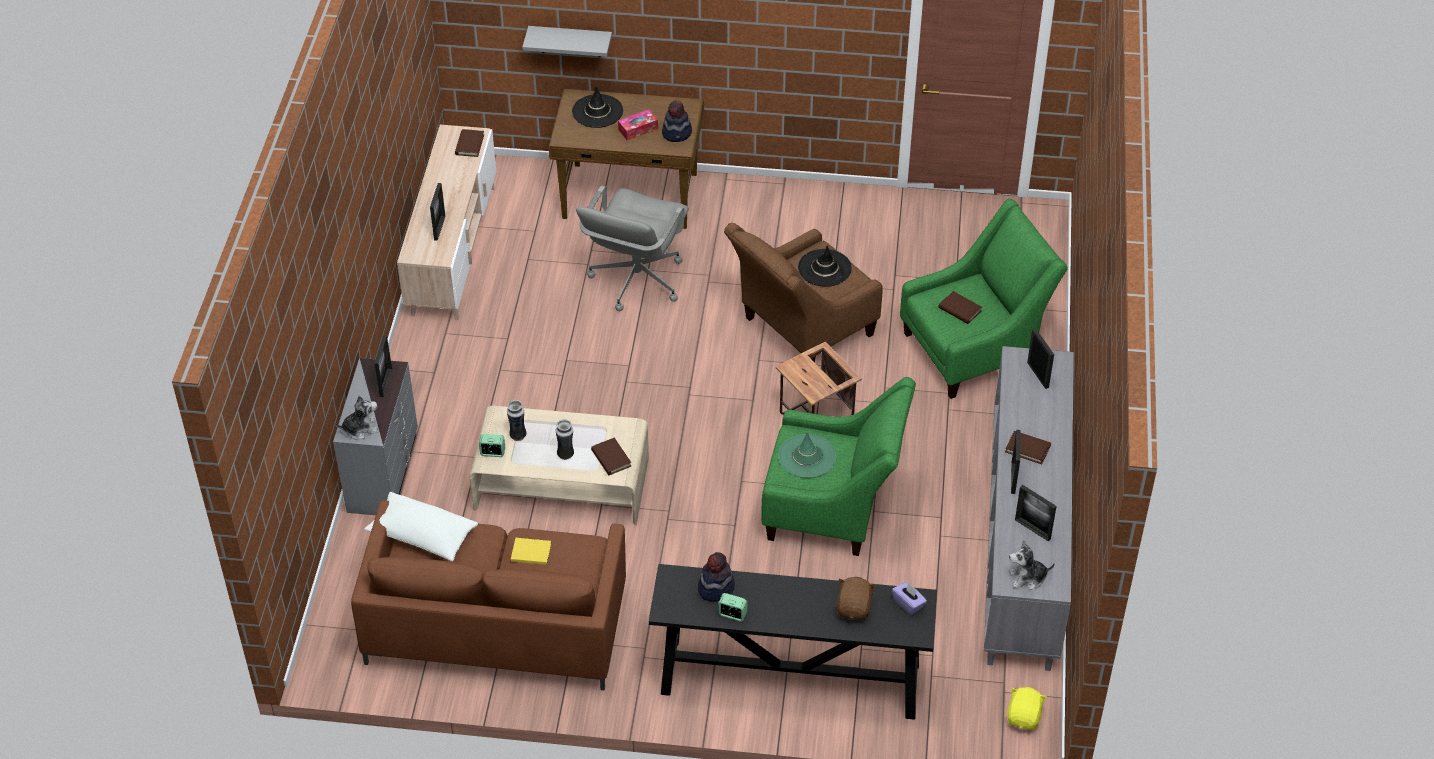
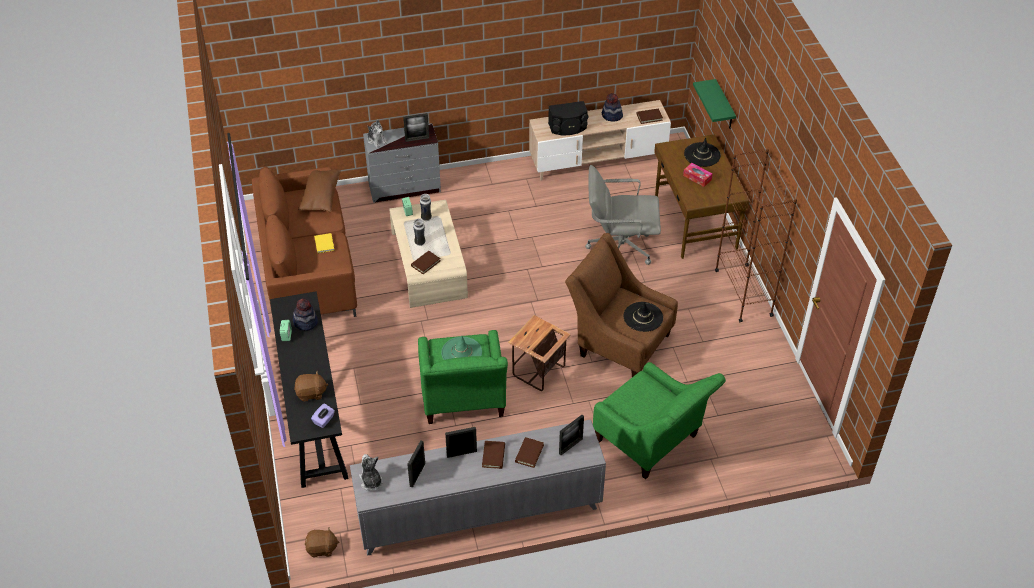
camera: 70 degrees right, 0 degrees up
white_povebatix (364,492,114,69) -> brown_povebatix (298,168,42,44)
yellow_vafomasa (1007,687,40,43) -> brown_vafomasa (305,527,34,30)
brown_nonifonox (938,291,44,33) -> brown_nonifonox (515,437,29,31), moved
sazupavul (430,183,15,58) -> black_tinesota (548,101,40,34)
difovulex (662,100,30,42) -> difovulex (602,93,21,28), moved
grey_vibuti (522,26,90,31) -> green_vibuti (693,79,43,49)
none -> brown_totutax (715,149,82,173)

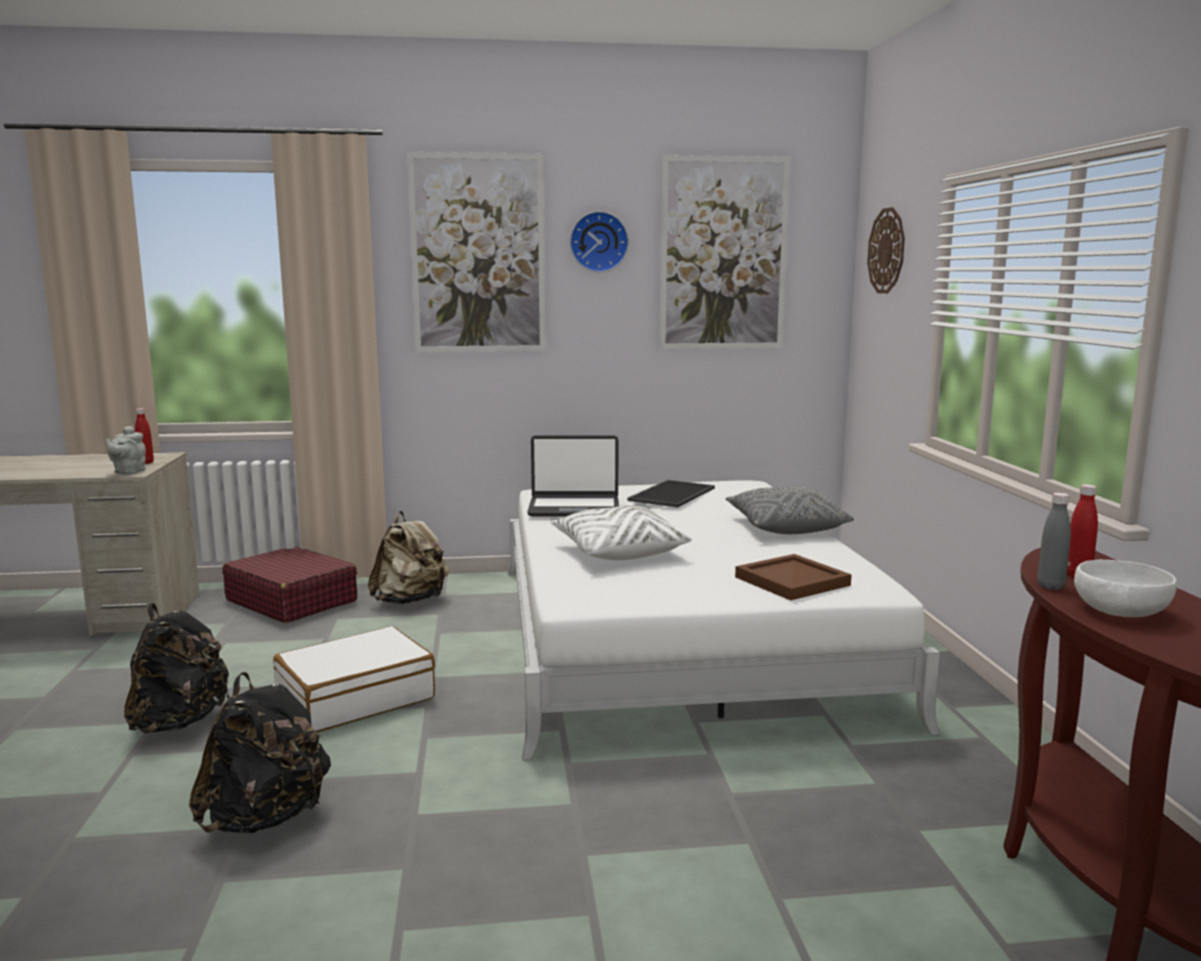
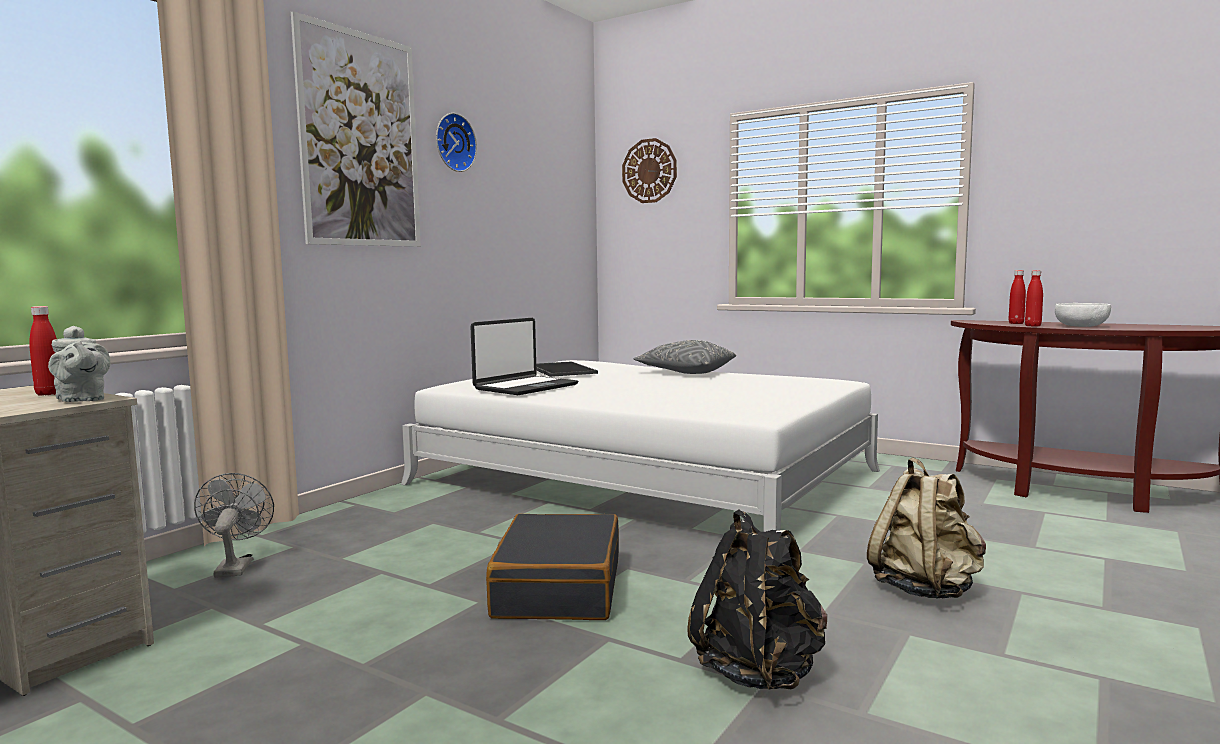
camera: 50 degrees left, 5 degrees down
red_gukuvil (222,546,135,77) -> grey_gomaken (194,473,80,105)
white_gukuvil (273,626,162,107) -> black_gukuvil (486,514,133,106)
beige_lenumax (368,511,82,93) -> beige_lenumax (867,457,119,142), moved
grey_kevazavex (1037,493,34,97) -> red_kevazavex (1025,270,18,57)
black_lenumax (124,603,106,130) -> none
white_povebatix (551,505,141,55) -> none
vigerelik (659,155,132,194) -> none
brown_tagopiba (735,554,117,47) -> none

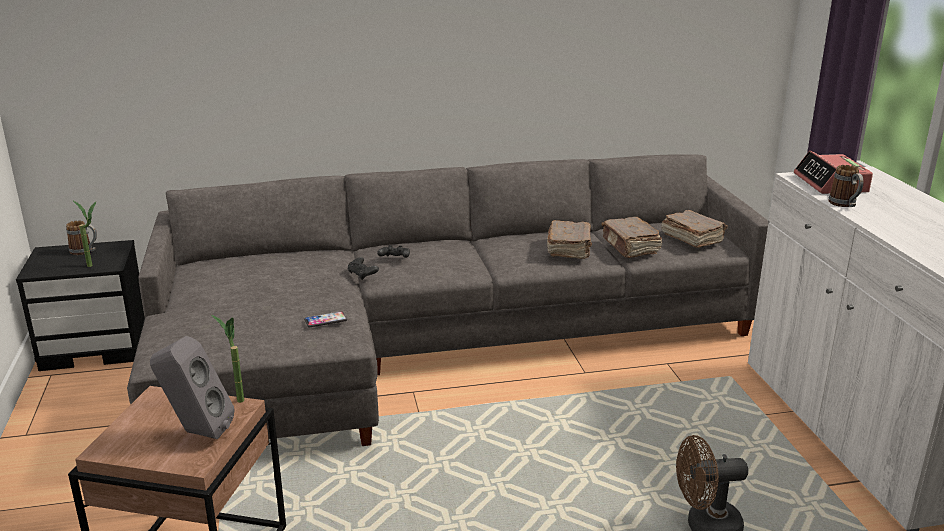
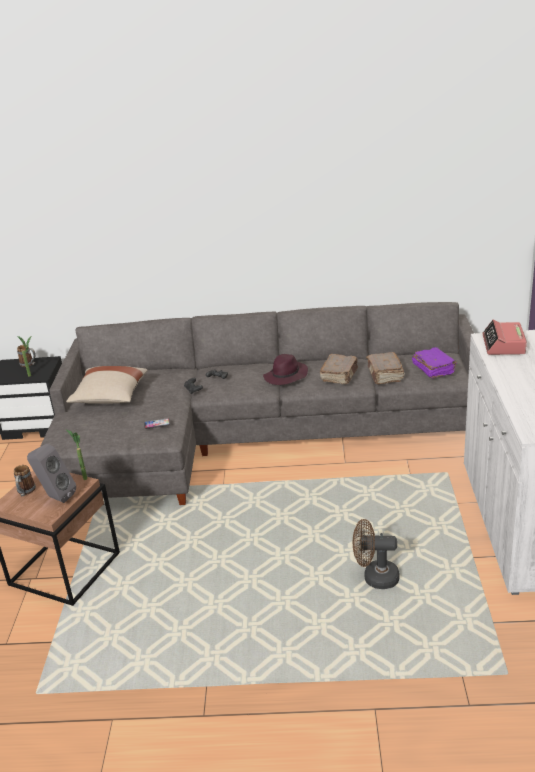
camera: 15 degrees right, 5 degrees up
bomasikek (828,165,36,42) -> bomasikek (14,465,22,31), moved
none -> beige_povebatix (66,366,82,38)
none -> purple_difovulex (263,354,45,31)
brown_nonifonox (661,210,67,38) -> purple_nonifonox (412,347,45,31)

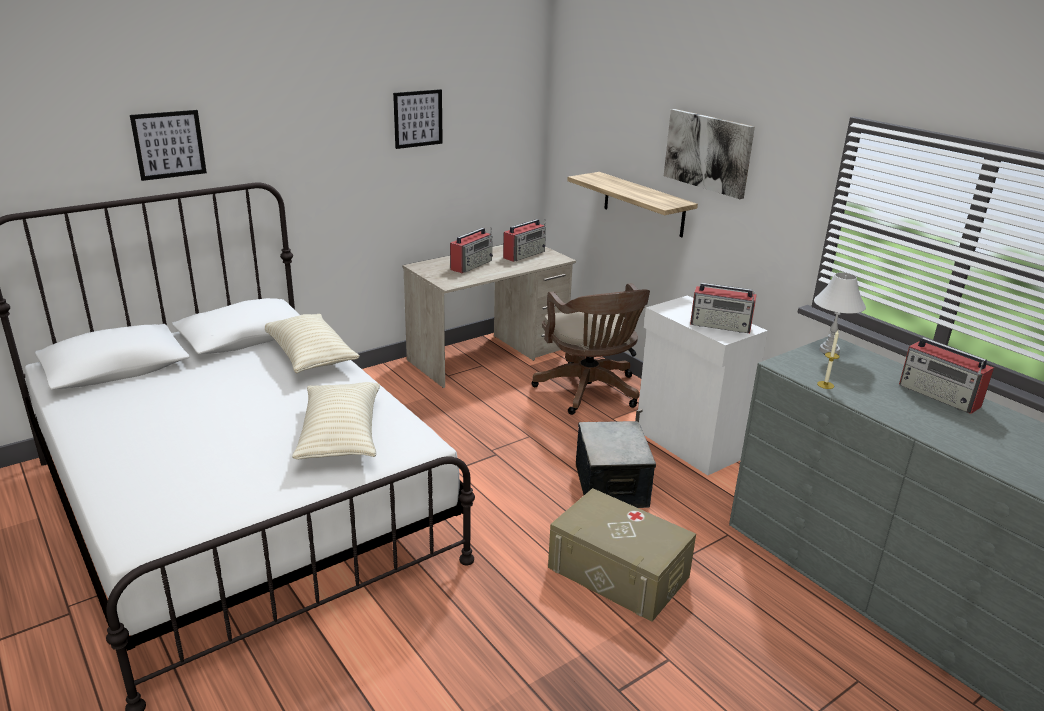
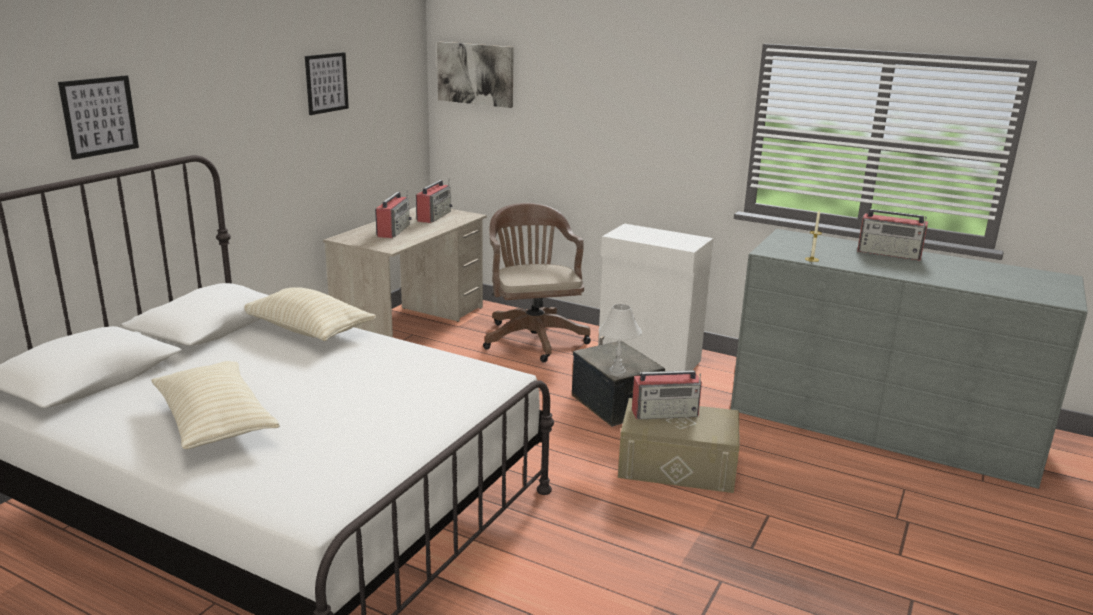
camera: 25 degrees left, 5 degrees down
beige_povebatix (292,382,88,77) -> beige_povebatix (151,361,129,88), moved
vigerelik (664,109,91,90) -> vigerelik (437,42,77,66), moved
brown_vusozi (531,283,119,132) -> brown_vusozi (483,203,108,159), 150 degrees counterclockwise
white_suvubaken (814,272,52,82) -> white_suvubaken (599,304,43,73), moved
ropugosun (690,283,67,50) -> ropugosun (632,370,70,49), moved
vibuti (567,172,131,65) -> none

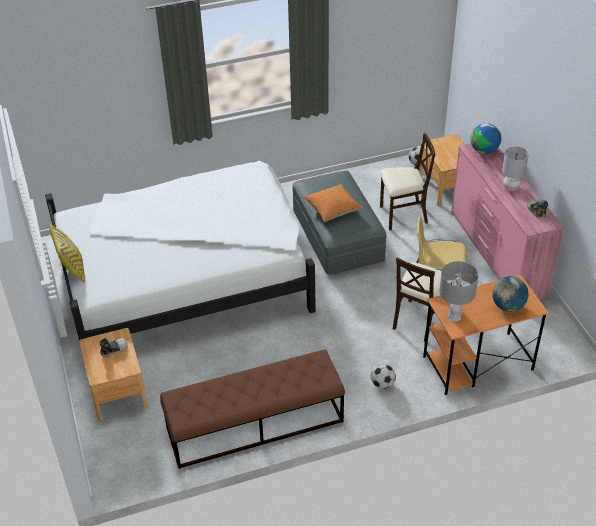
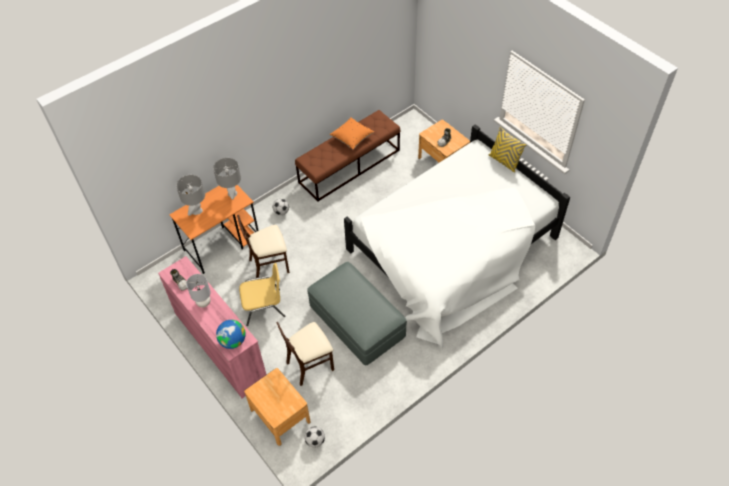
camera: 160 degrees right, 10 degrees up
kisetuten (492,276,36,36) -> grey_suvubaken (176,175,29,41)
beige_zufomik (393,258,60,84) -> beige_zufomik (237,215,53,63), 120 degrees counterclockwise
orange_povebatix (304,184,58,38) -> orange_povebatix (330,117,44,32), moved

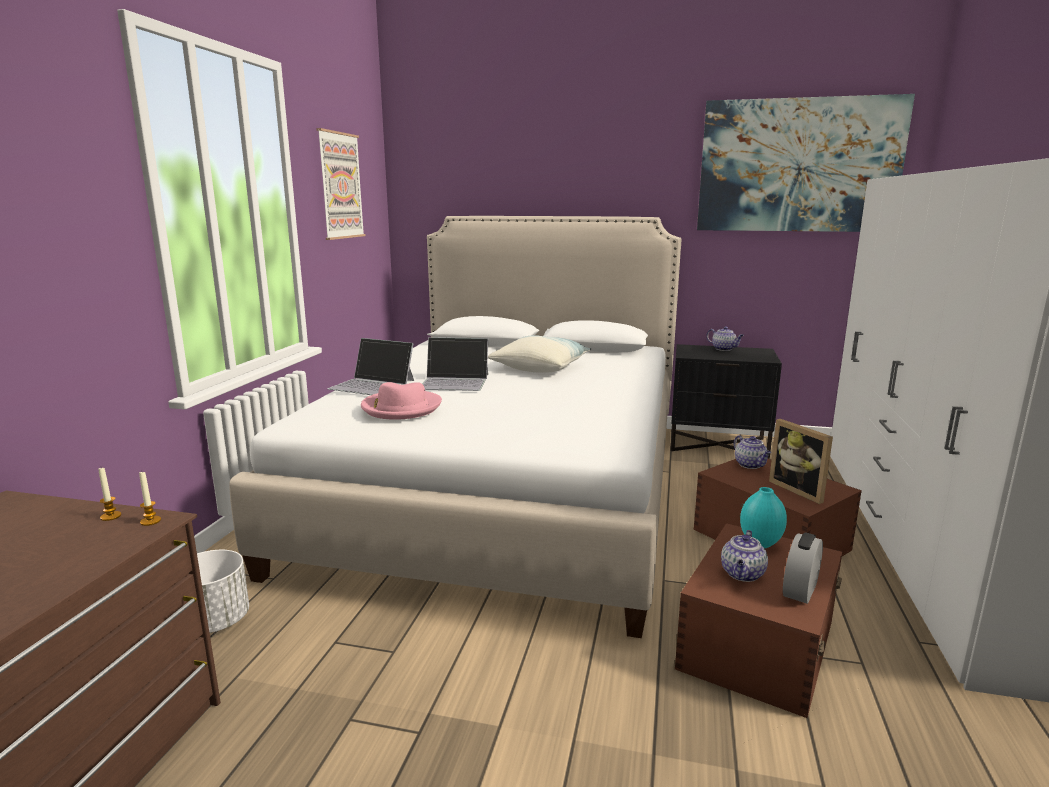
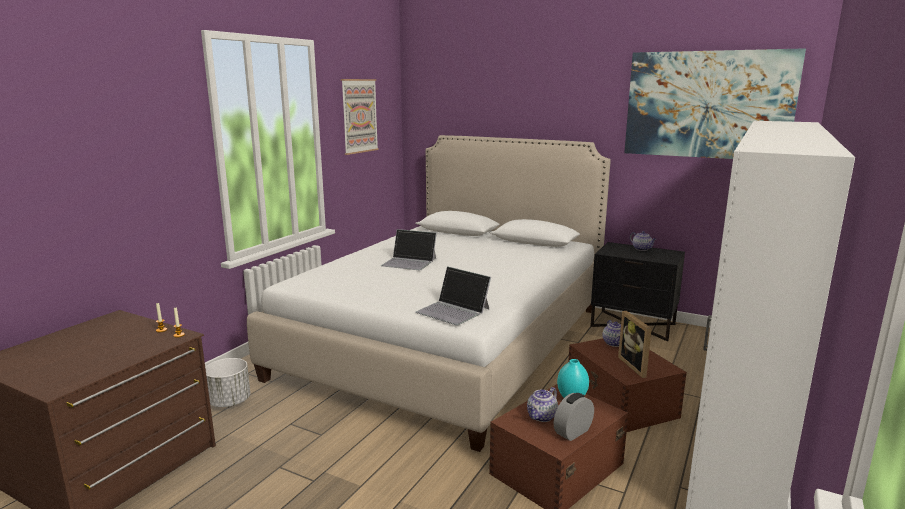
camera: 15 degrees right, 0 degrees up
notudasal (328,338,86,57) -> notudasal (415,266,76,59), moved
pink_difovulex (361,382,81,38) -> none
povebatix (488,335,103,38) -> none

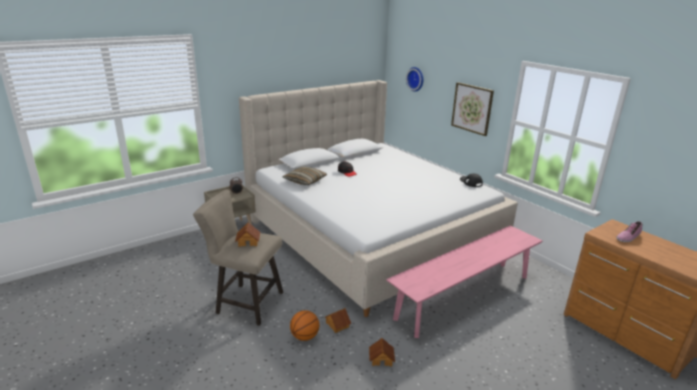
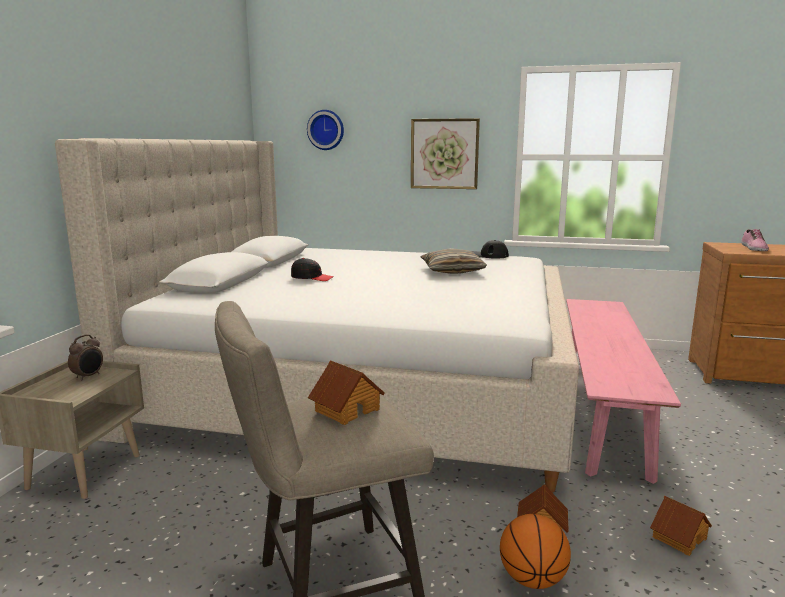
camera: 40 degrees left, 10 degrees down
povebatix (283,167,44,18) -> povebatix (421,248,66,26), moved

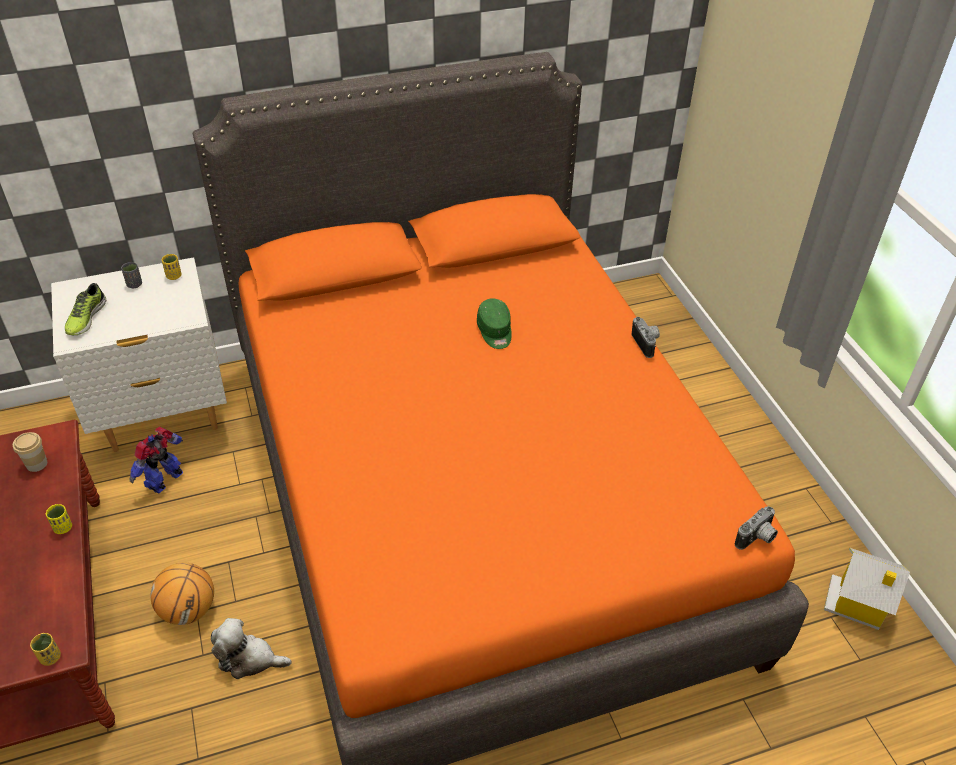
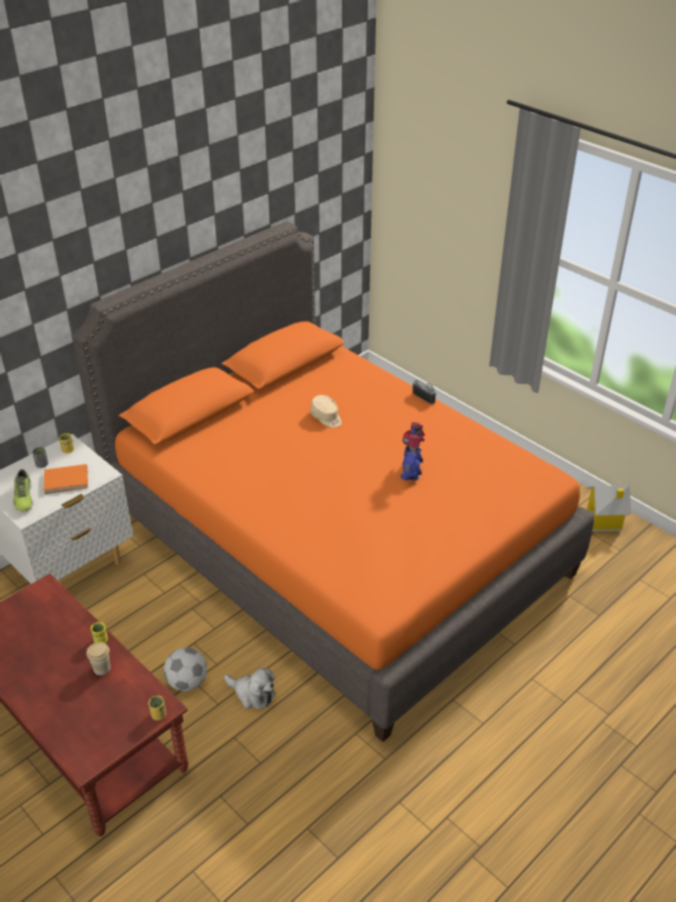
camera: 25 degrees left, 5 degrees down
none -> orange_nonifonox (44,464,44,30)
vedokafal (13,432,34,40) -> vedokafal (87,642,23,33), moved
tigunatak (150,563,64,62) -> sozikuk (164,647,43,44)
vafomasa (211,618,81,61) -> vafomasa (224,668,51,41), 135 degrees counterclockwise
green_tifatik (477,299,35,50) -> beige_tifatik (310,395,31,33)
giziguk (129,427,54,67) -> giziguk (401,422,24,59), moved
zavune (735,506,43,44) -> none

